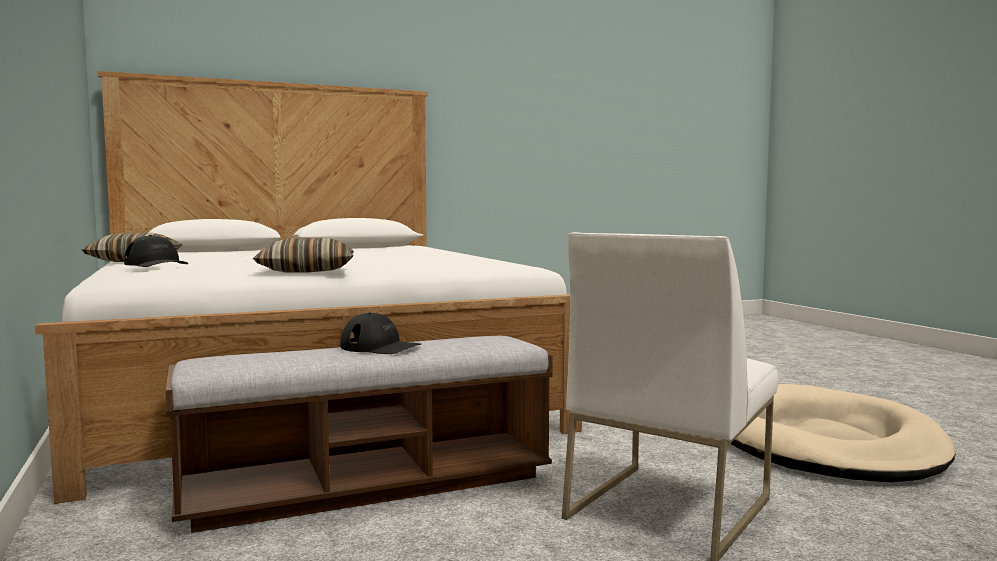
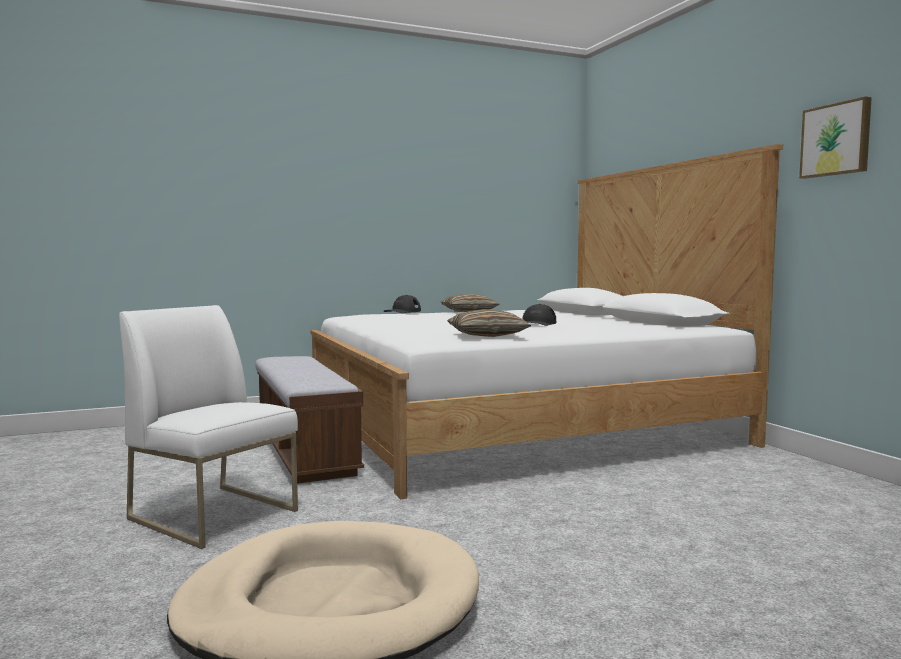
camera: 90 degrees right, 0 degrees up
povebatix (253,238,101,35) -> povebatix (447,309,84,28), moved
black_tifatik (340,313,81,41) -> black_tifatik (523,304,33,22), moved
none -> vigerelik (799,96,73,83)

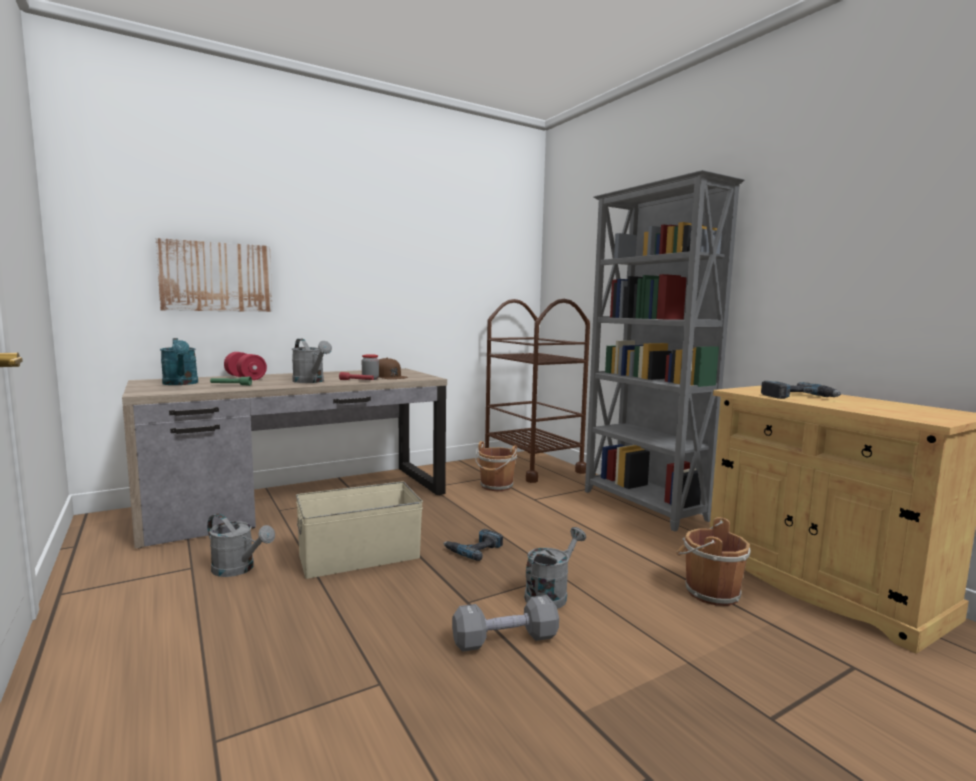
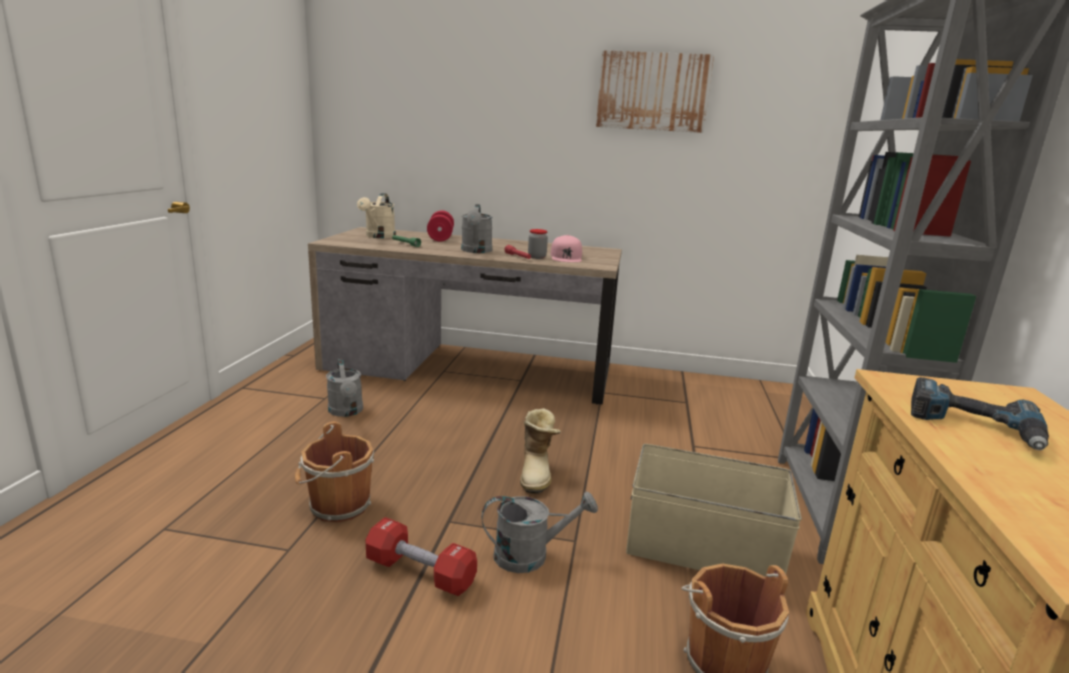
camera: 40 degrees right, 10 degrees up
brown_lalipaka (475,441,42,50) -> brown_lalipaka (295,422,79,100), moved
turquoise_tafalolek (160,338,38,47) -> beige_tafalolek (357,193,39,45)
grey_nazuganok (452,595,107,57) -> red_nazuganok (366,517,111,79)
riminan (444,529,59,32) -> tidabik (520,408,41,86)
brown_tifatik (378,358,30,21) -> pink_tifatik (550,235,32,27)
vigerelik (156,238,117,74) -> vigerelik (596,50,118,83), moved
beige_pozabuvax (296,482,127,97) -> beige_pozabuvax (626,444,176,132), moved
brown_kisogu (485,299,105,184) -> none

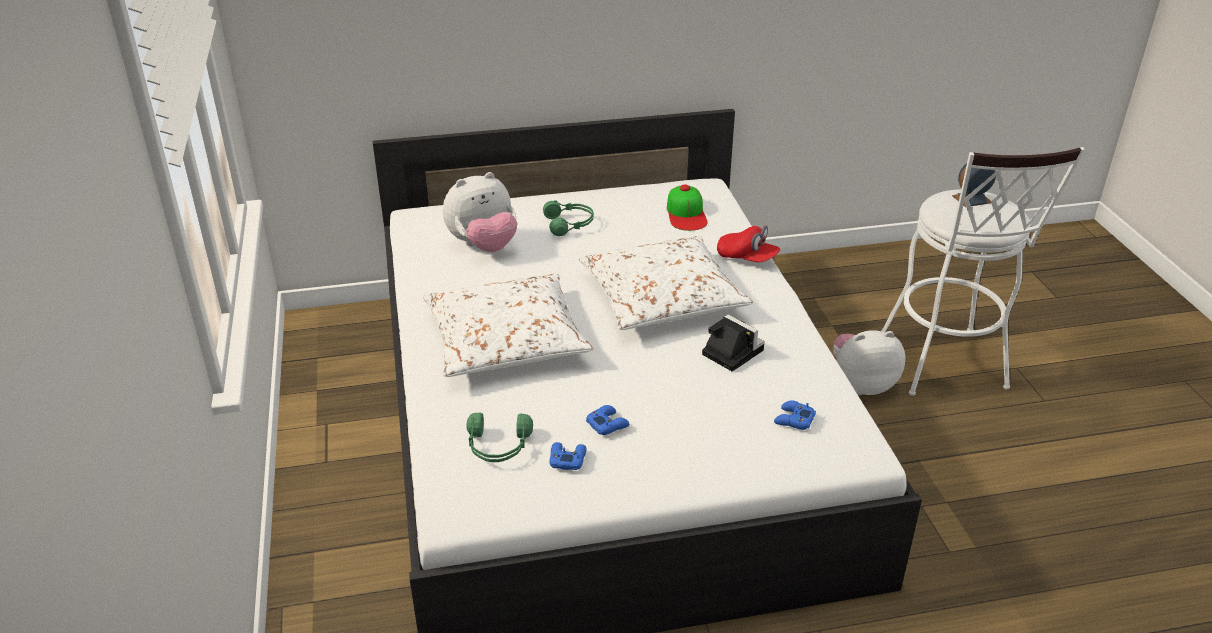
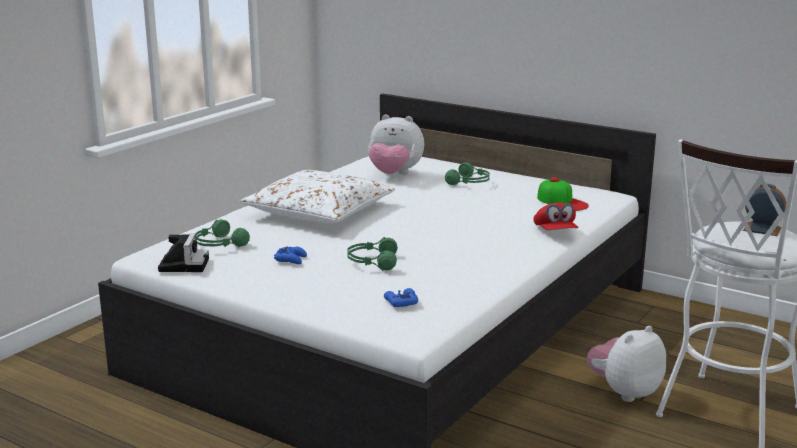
camera: 45 degrees right, 15 degrees down
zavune (702,314,63,57) -> zavune (158,233,51,39), moved
none -> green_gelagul (347,237,51,33)
tifatik (667,185,41,46) -> tifatik (537,177,52,34), 75 degrees counterclockwise
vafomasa (833,330,72,65) -> vafomasa (587,326,79,76), 75 degrees counterclockwise
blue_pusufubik (550,442,37,28) -> none
white_povebatix (579,236,174,94) -> none

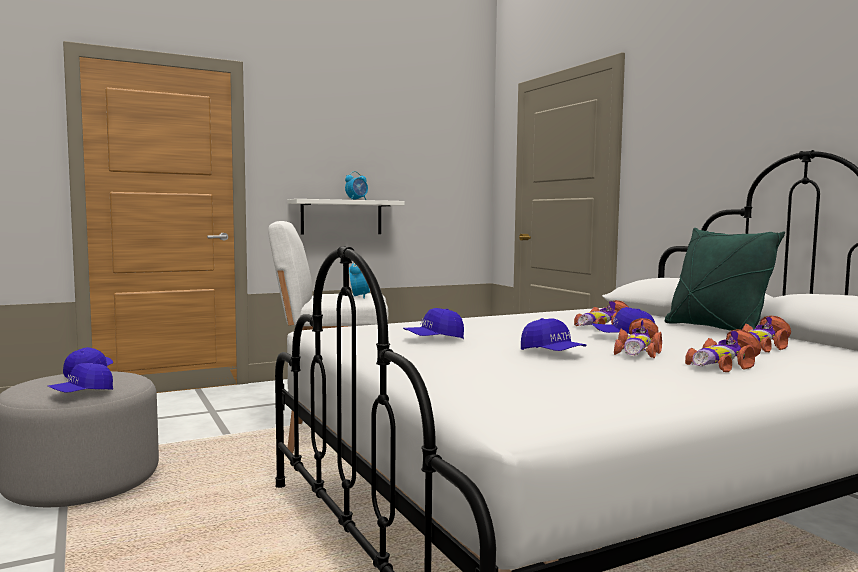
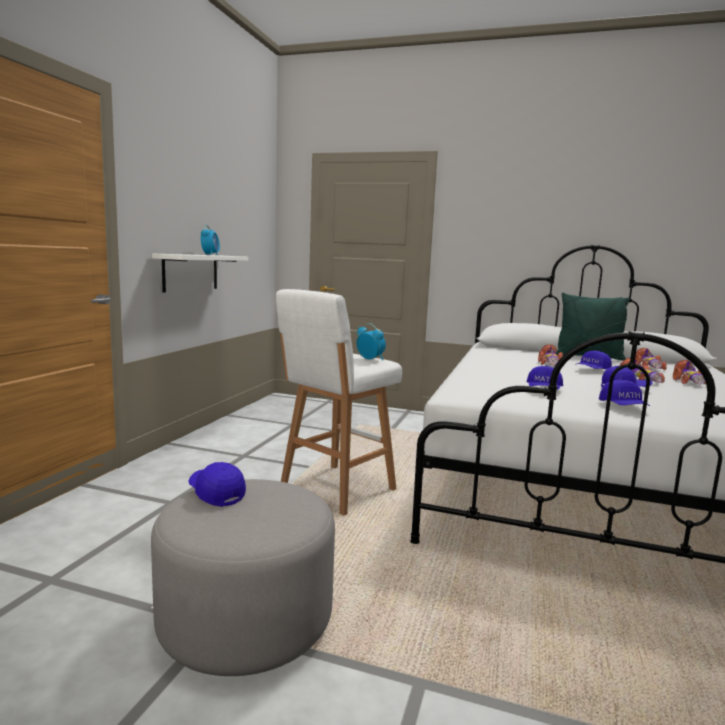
camera: 45 degrees left, 5 degrees up
blue_tifatik (48,363,65,30) -> blue_tifatik (599,379,51,27), moved

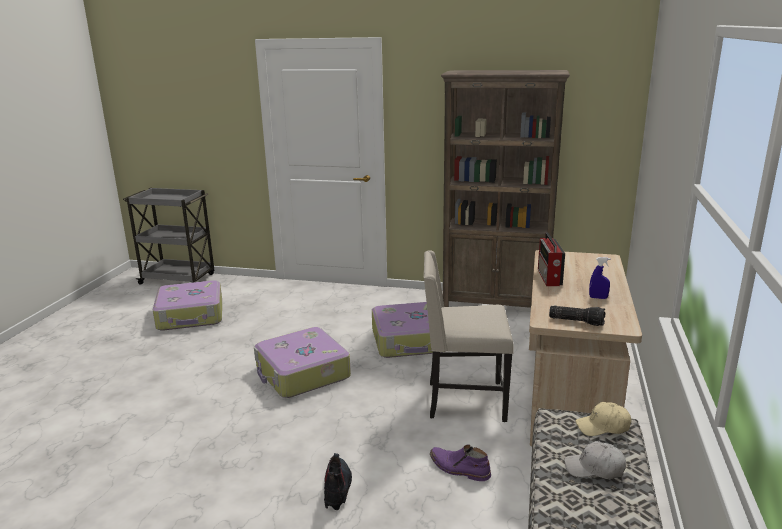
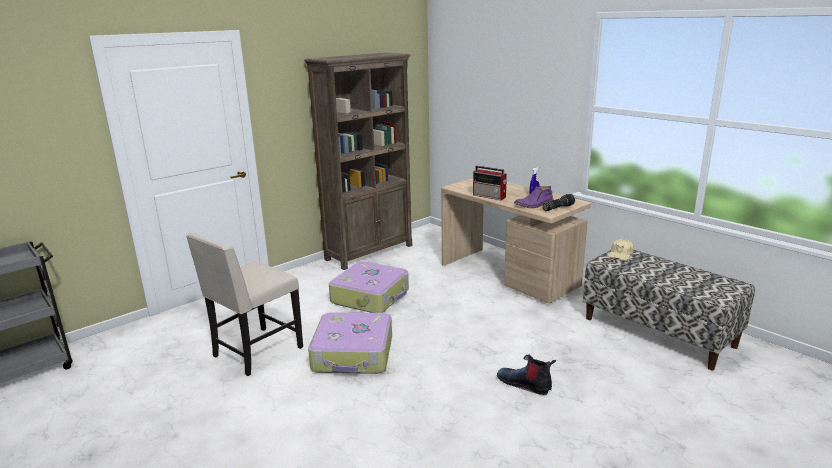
camera: 55 degrees left, 0 degrees up
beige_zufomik (424,250,90,172) -> beige_zufomik (186,232,117,144), moved
purple_tidabik (430,444,61,37) -> purple_tidabik (514,186,39,22), moved
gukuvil (153,280,69,51) -> none
white_tifatik (564,441,62,38) -> none

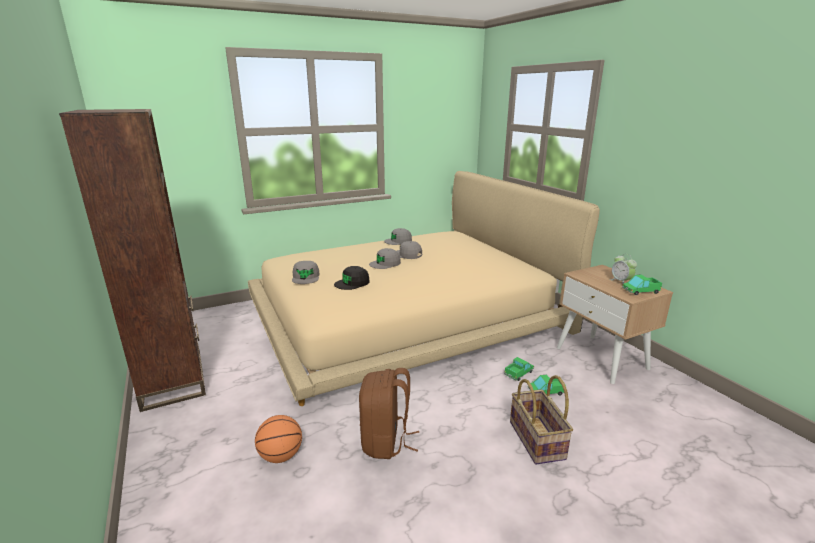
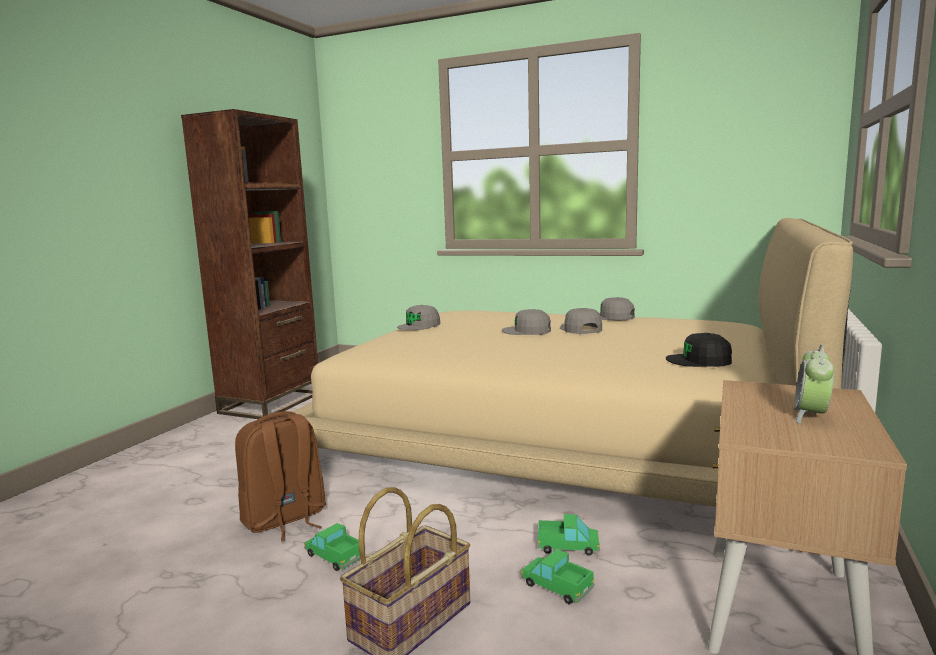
camera: 50 degrees right, 10 degrees down
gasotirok (622,274,40,21) -> gasotirok (304,523,56,48), moved
black_tifatik (334,266,36,24) -> black_tifatik (666,333,66,34), moved
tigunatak (255,415,47,48) -> none

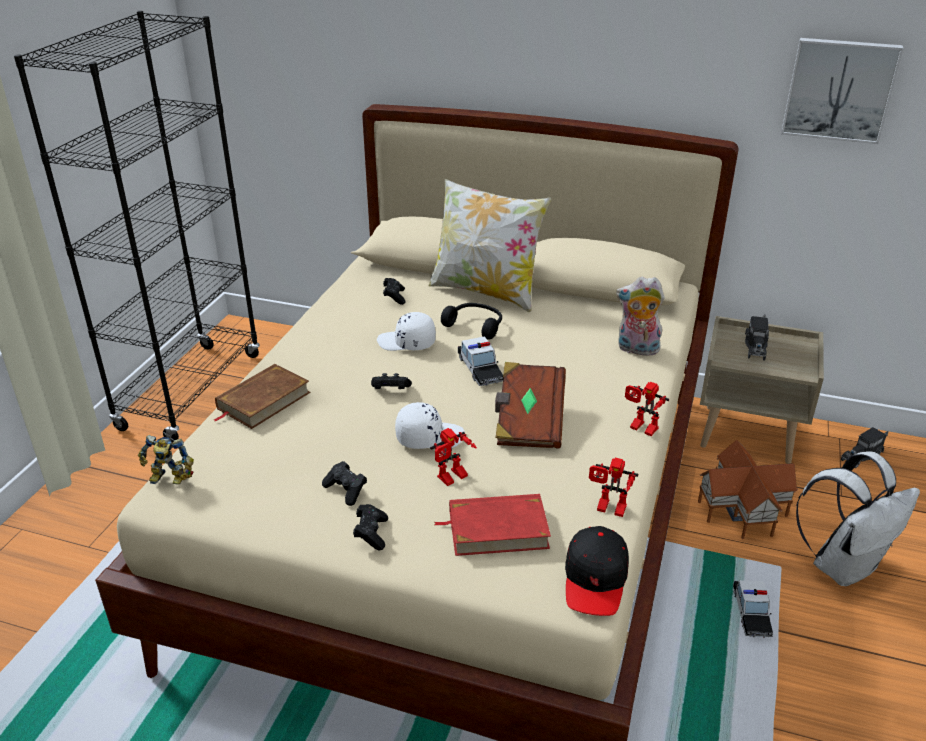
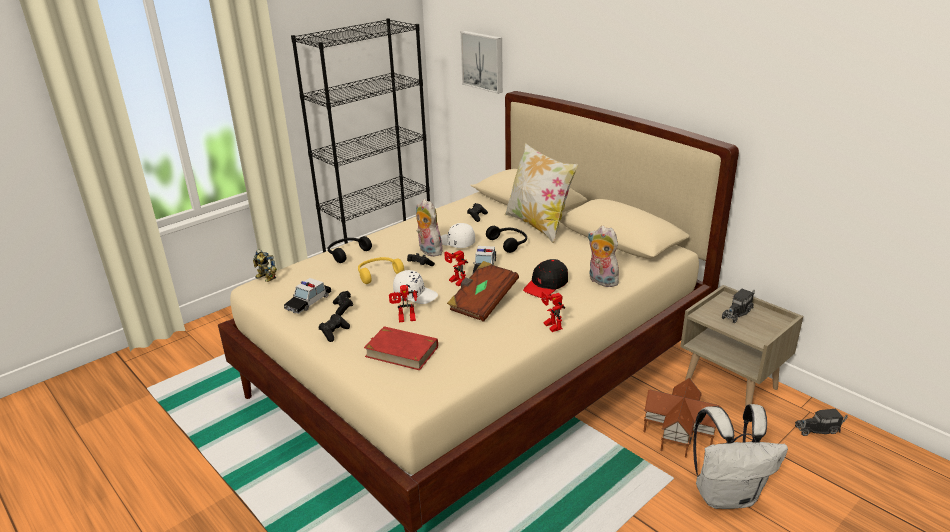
camera: 30 degrees right, 5 degrees down
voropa (733,580,40,58) -> voropa (284,278,47,36), moved
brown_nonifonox (214,364,96,65) -> black_gelagul (328,236,44,27)
none -> yellow_gelagul (358,257,46,27)
none -> vafomasa (416,199,27,58)
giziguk (589,458,49,59) -> giziguk (444,251,24,35), moved
vigerelik (781,38,123,106) -> vigerelik (460,31,43,63), moved
black_tifatik (565,526,64,90) -> black_tifatik (523,259,45,39), moved

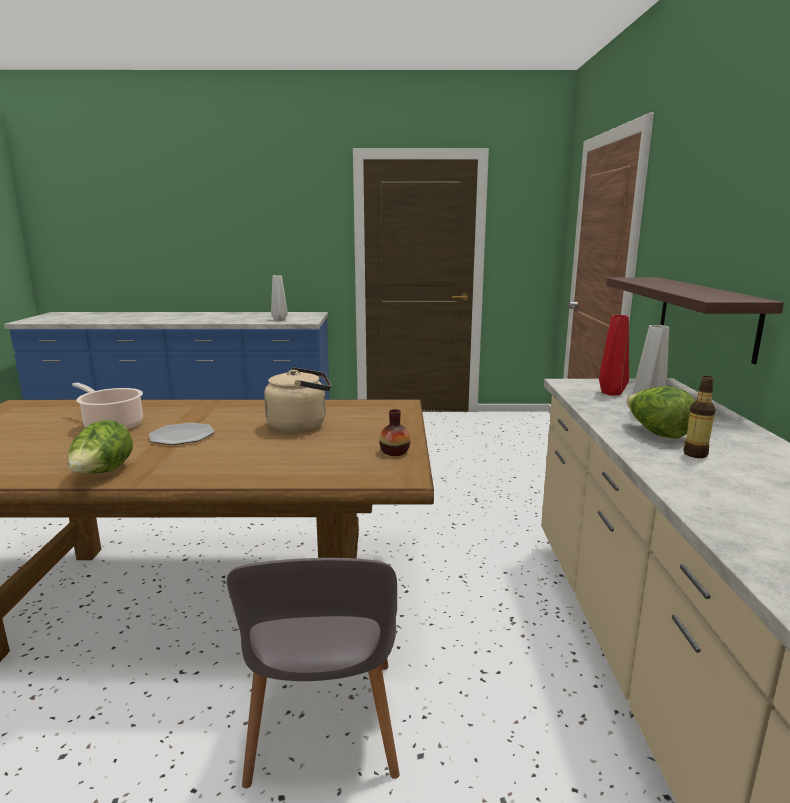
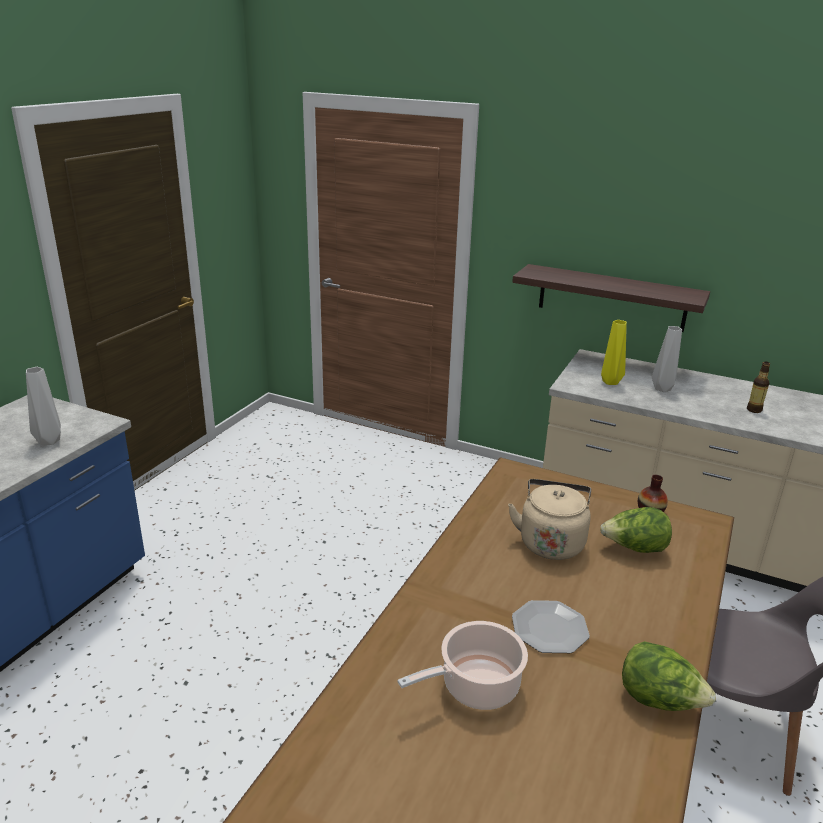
camera: 65 degrees left, 10 degrees up
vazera (627,386,68,53) -> vazera (600,507,72,46), moved
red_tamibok (599,315,30,81) -> yellow_tamibok (601,320,26,65)

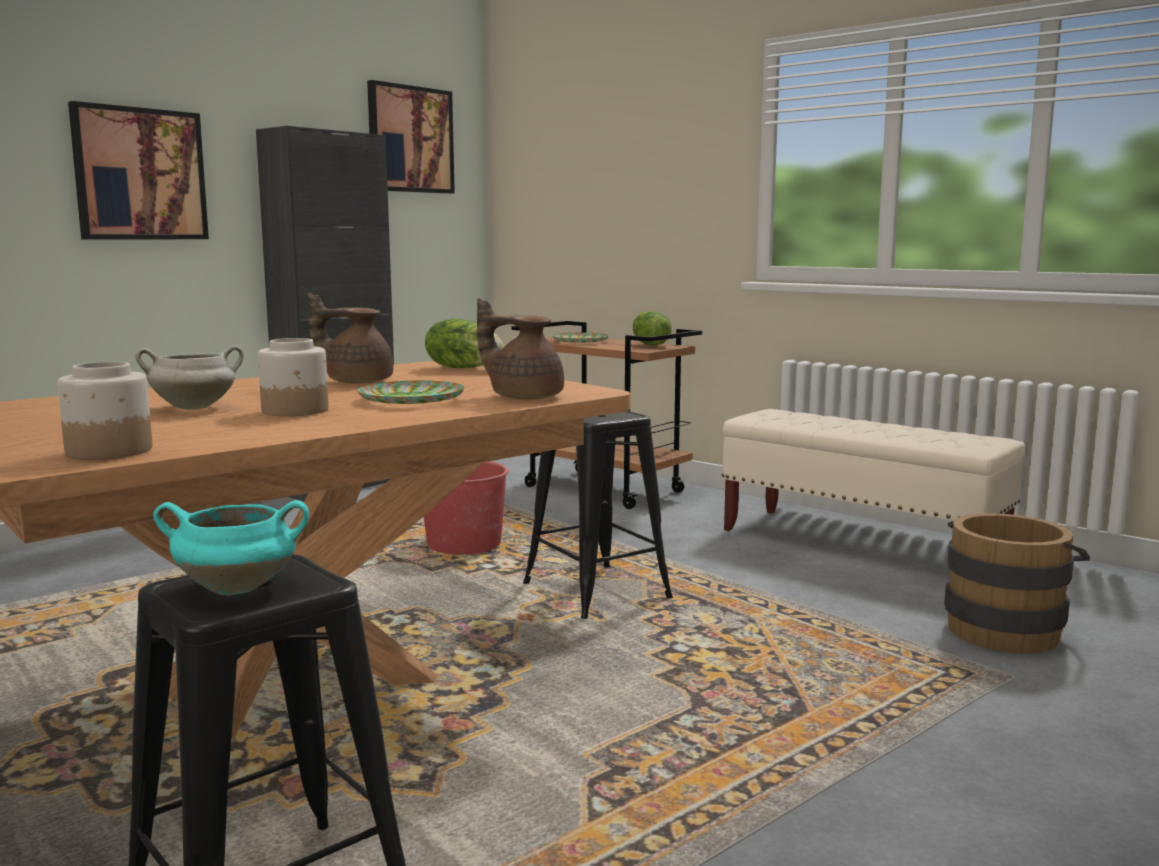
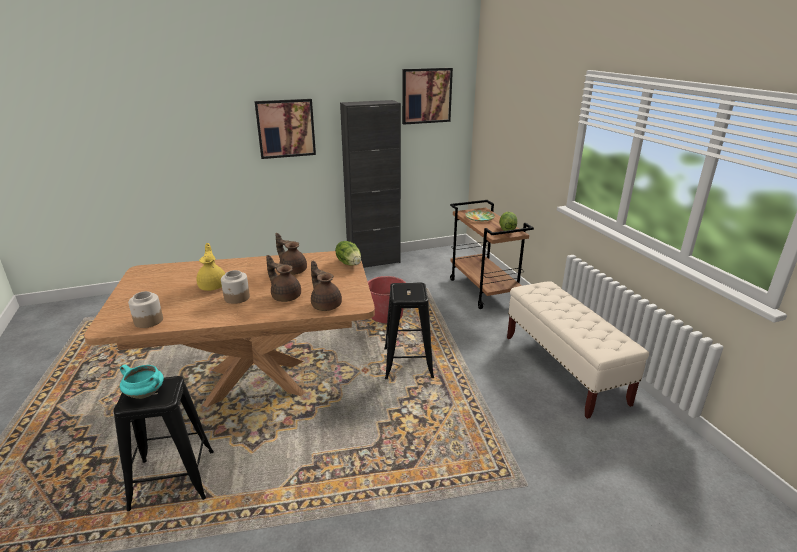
camera: 30 degrees right, 15 degrees up
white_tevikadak (135,345,109,65) -> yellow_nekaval (197,243,28,48)
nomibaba (357,381,108,23) -> brown_nekaval (266,255,35,47)
brown_lalipaka (944,513,146,140) -> none

